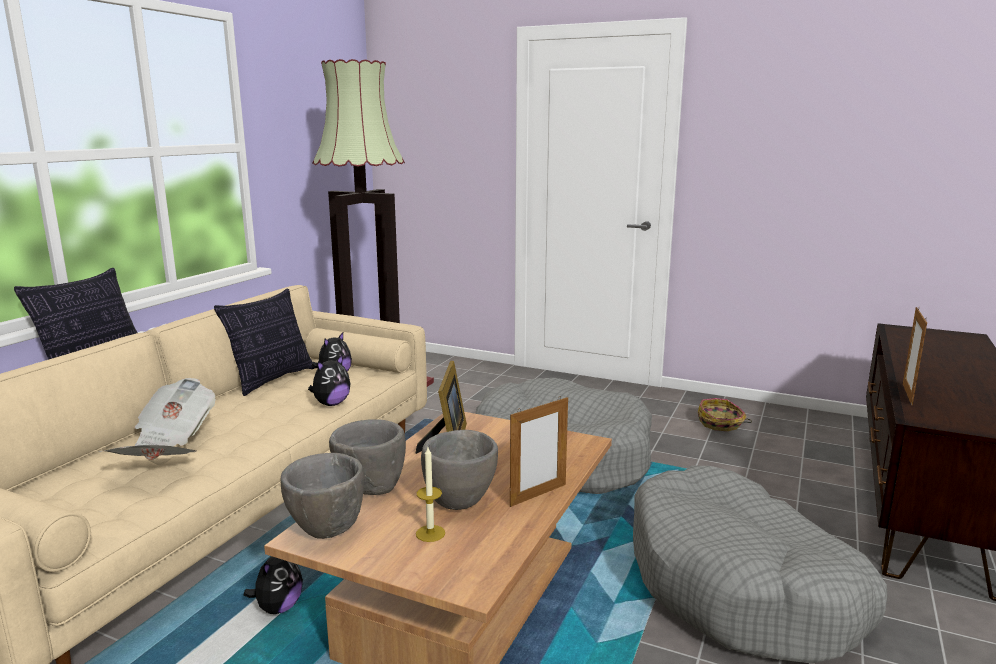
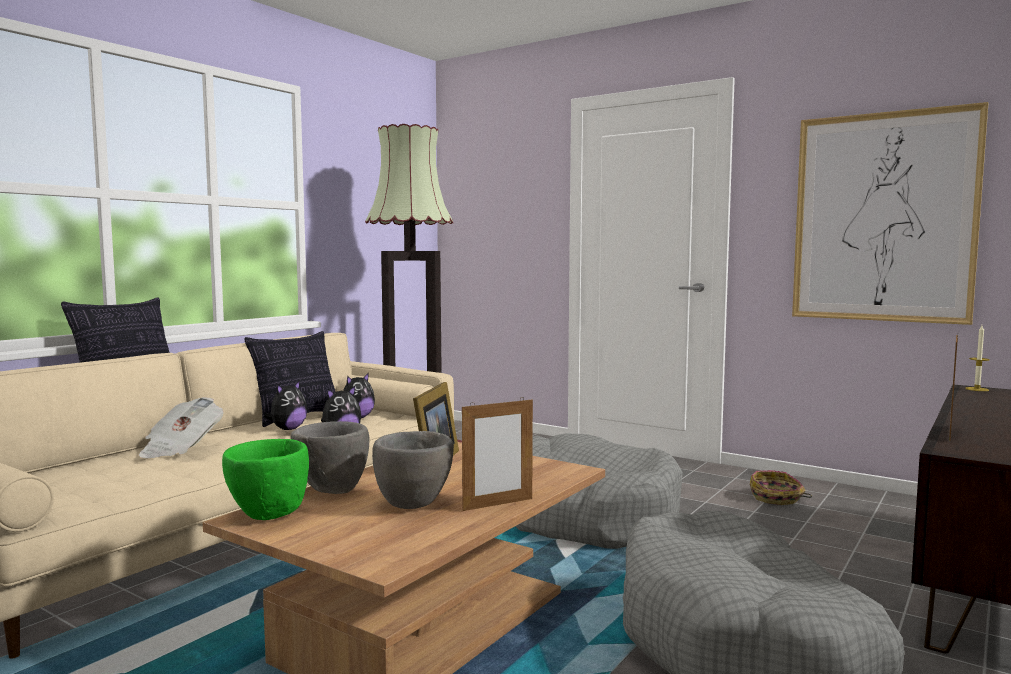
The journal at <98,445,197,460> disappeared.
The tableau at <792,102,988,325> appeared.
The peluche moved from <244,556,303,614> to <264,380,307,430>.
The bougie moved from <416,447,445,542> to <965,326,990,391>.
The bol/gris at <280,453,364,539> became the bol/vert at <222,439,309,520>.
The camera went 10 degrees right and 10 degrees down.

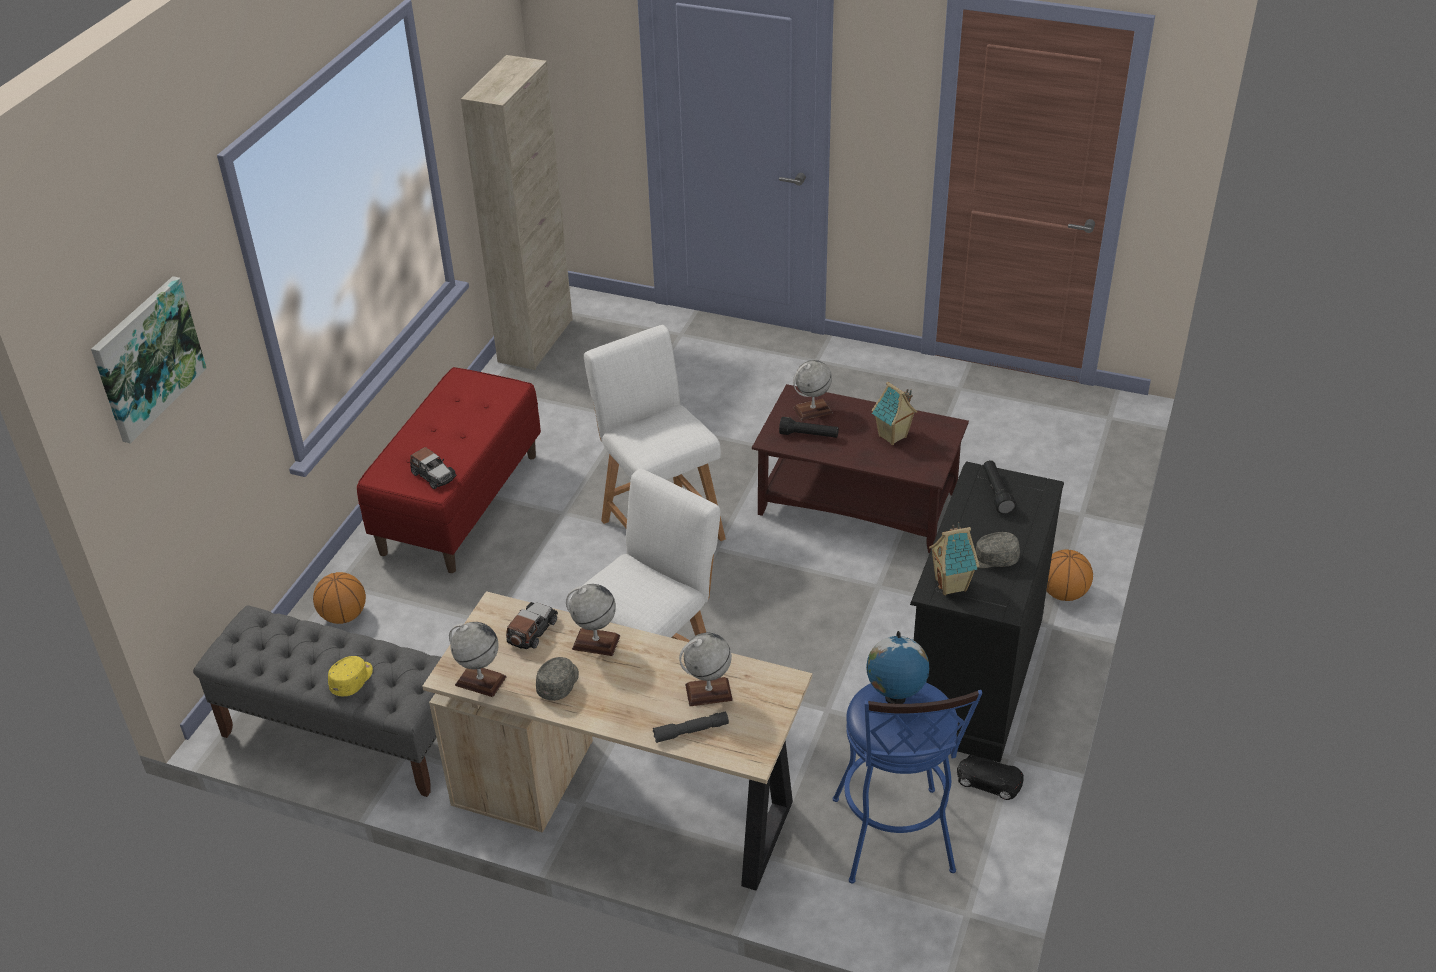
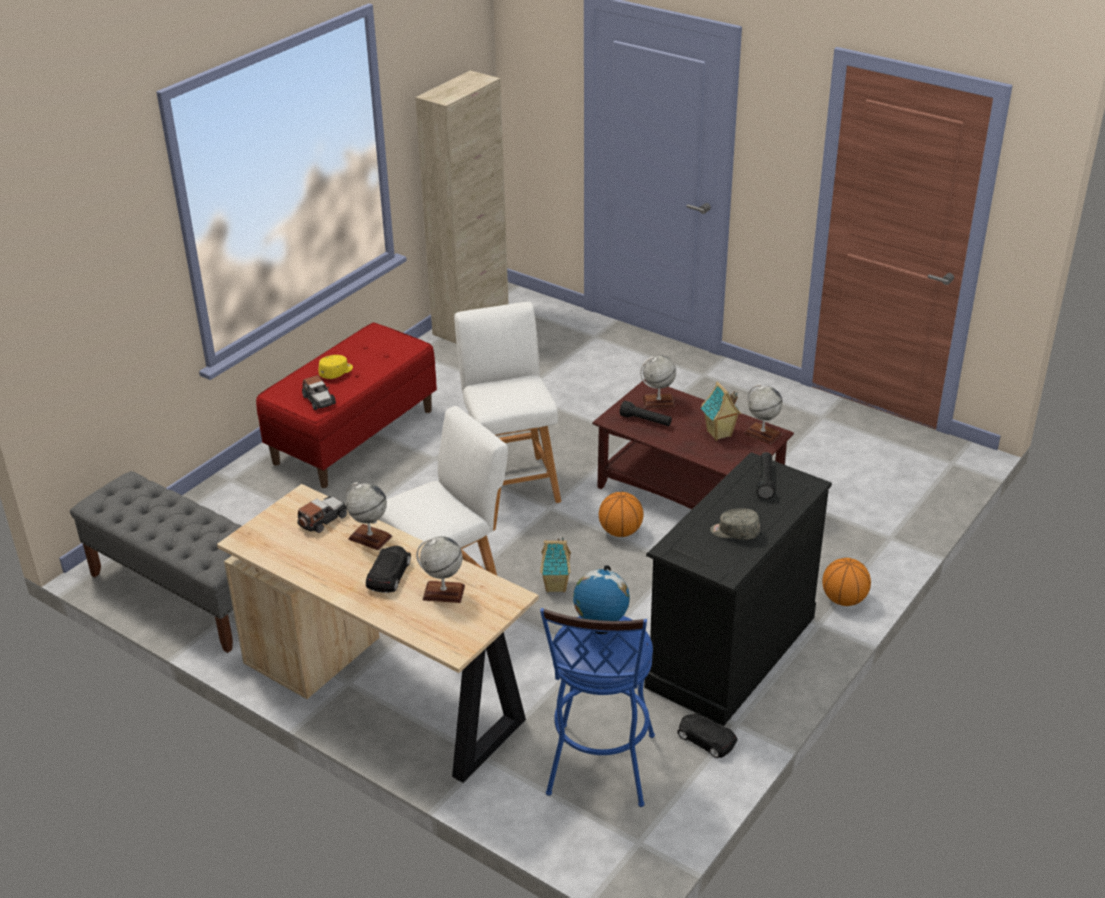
The tableau at <91,276,207,444> disappeared.
The casquette/gris at <536,657,579,701> disappeared.
The lampe de poche/gris at <653,711,729,743> disappeared.
The petite voiture/noir at <366,546,411,593> appeared.
The ballon de basket moved from <313,572,366,624> to <599,492,644,537>.
The casquette/jaune moved from <328,656,373,696> to <318,355,353,379>.
The globe moved from <449,622,507,697> to <744,384,783,444>.
The maison miniature moved from <929,522,980,595> to <540,537,571,592>.
The camera went 15 degrees right and 5 degrees down.

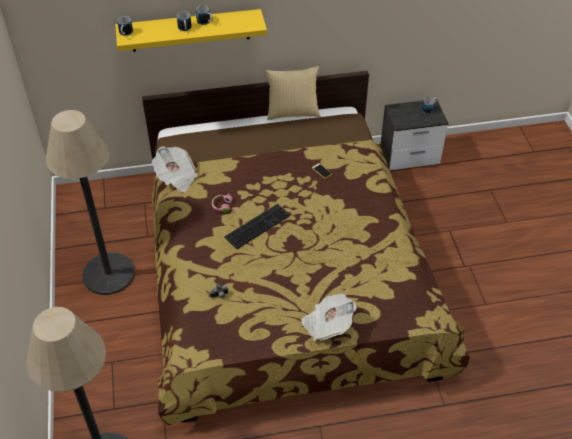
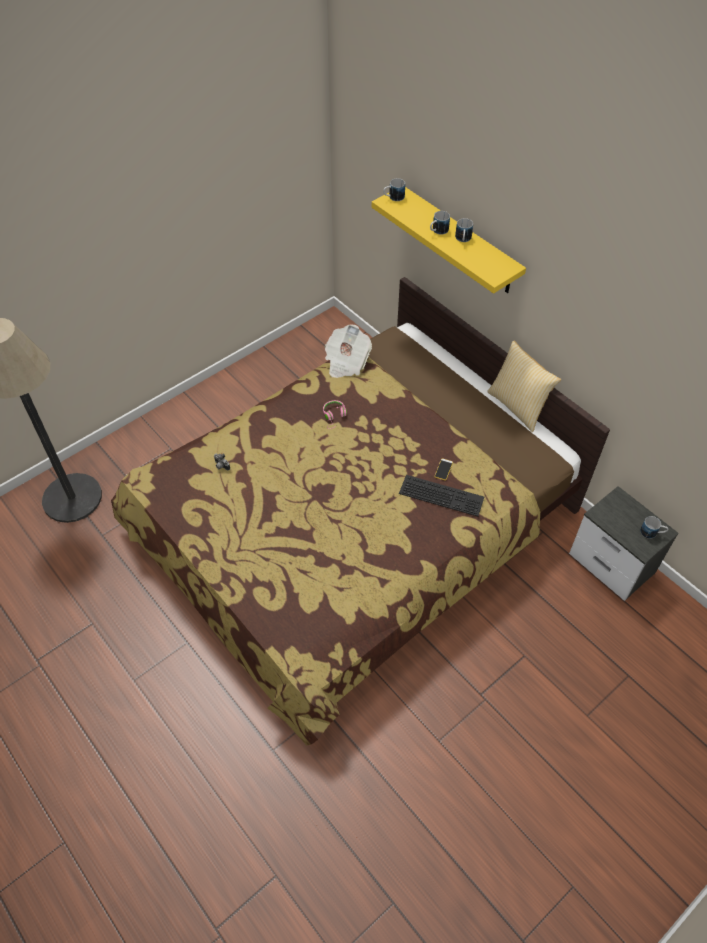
The lampadaire at <46,110,135,295> disappeared.
The journal at <301,293,357,341> disappeared.
The clavier moved from <224,204,291,249> to <399,475,484,517>.
The camera went 60 degrees right and 5 degrees up.

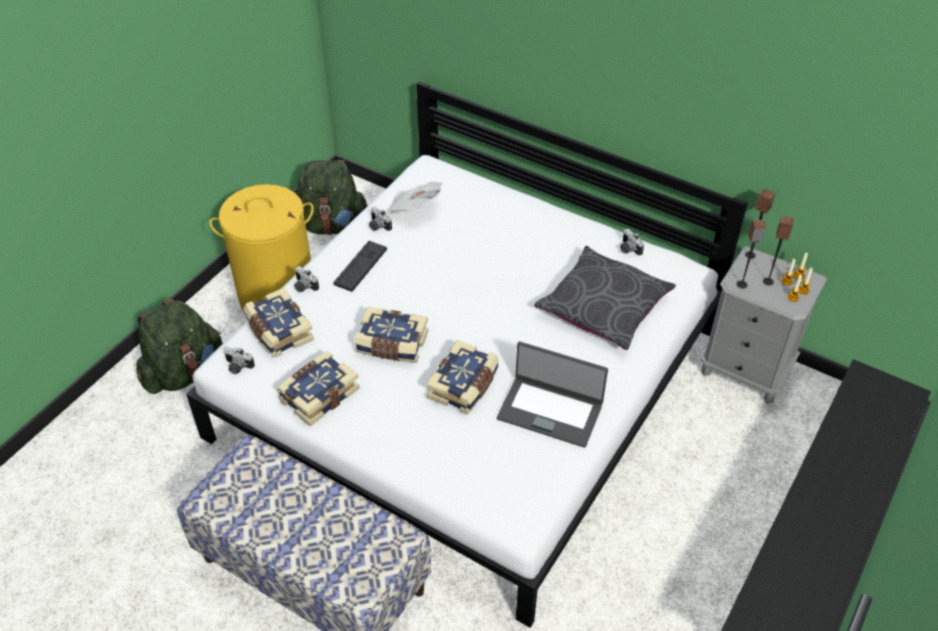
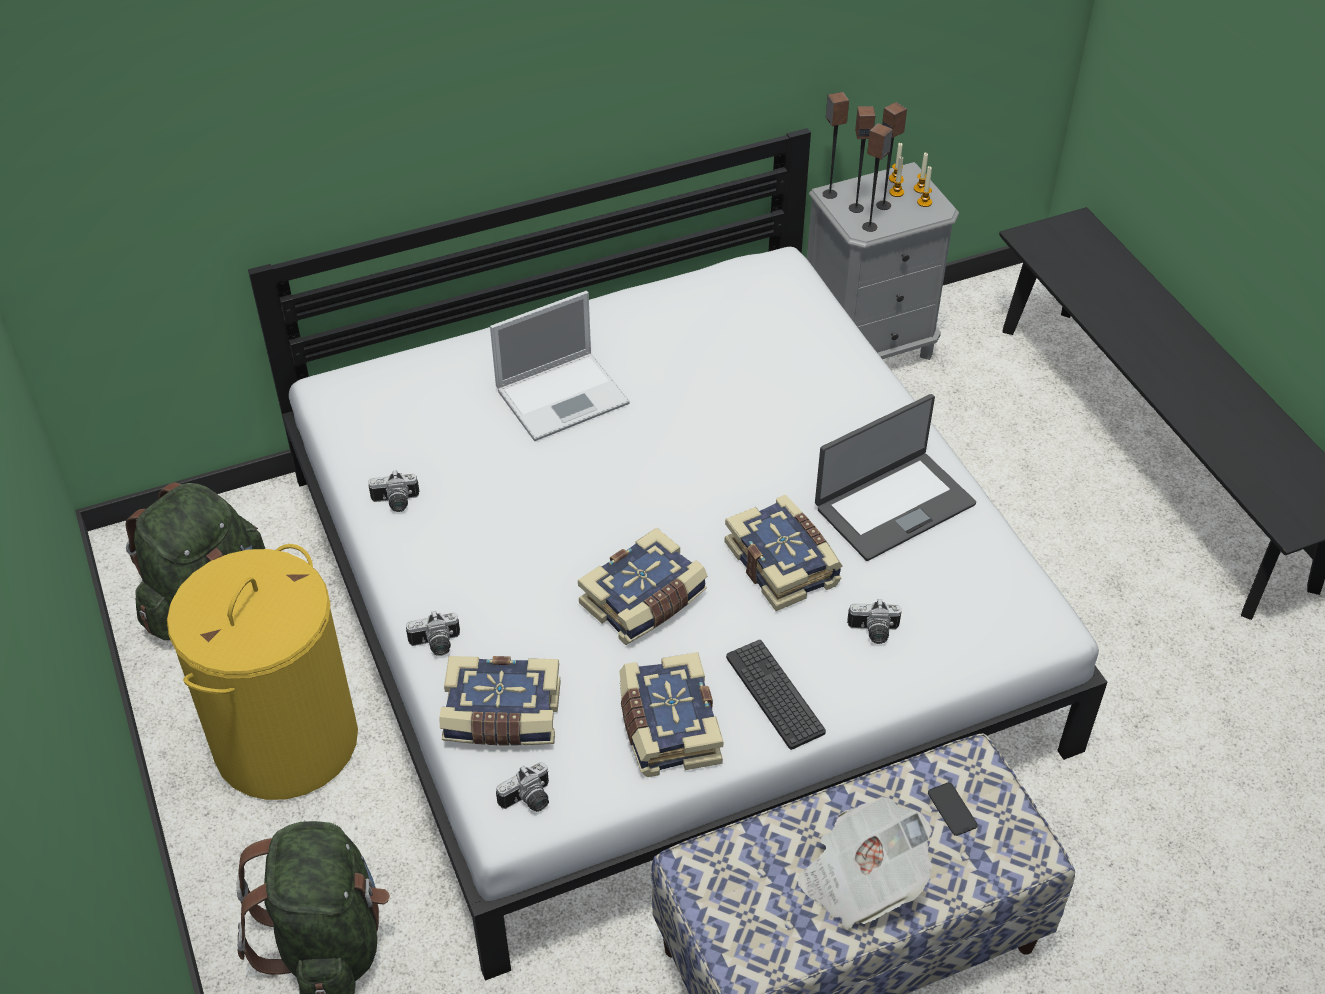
The coussin/gris at <534,246,676,350> disappeared.
The ordinateur portable at <490,291,630,441> appeared.
The enceinte at <849,106,875,213> appeared.
The téléphone at <928,782,978,836> appeared.
The clavier moved from <333,241,387,292> to <726,640,826,750>.
The journal moved from <387,182,443,212> to <798,797,932,929>.
The appareil photo moved from <620,229,644,256> to <847,599,902,644>.
The camera went 55 degrees left and 0 degrees up.

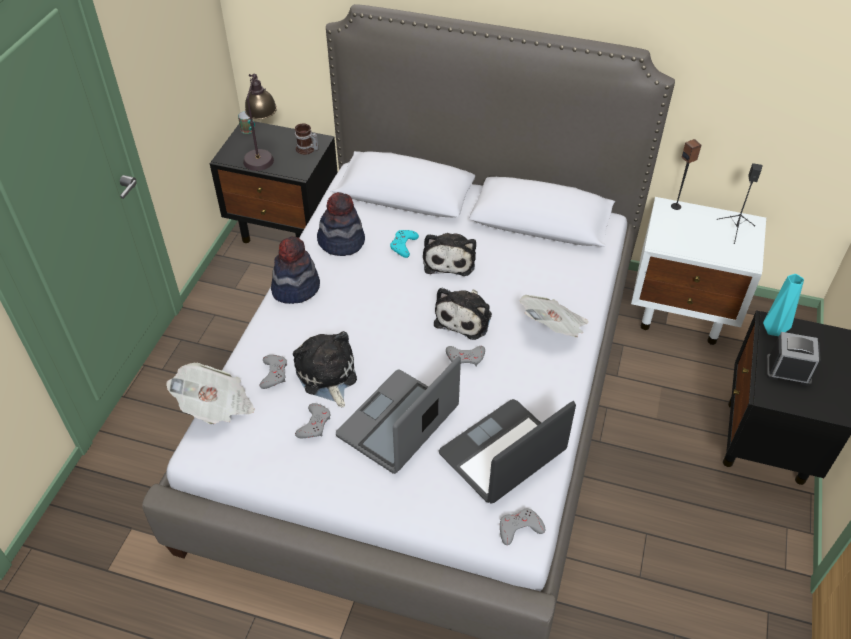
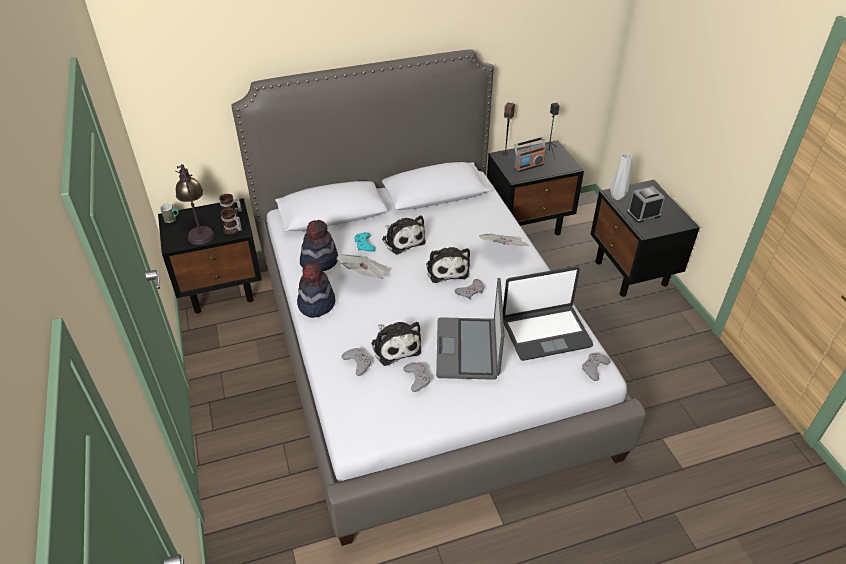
The mug at <221,208,242,234> appeared.
The radio at <514,137,546,172> appeared.
The journal moved from <166,362,255,425> to <337,254,392,279>.
The table de chevet/blanc at <631,197,766,345> became the table de chevet/noir at <487,140,584,235>.
The vase/turquoise at <763,274,804,336> became the vase/gris at <610,153,632,200>.
The peluche at <293,331,357,407> turned 150 degrees counterclockwise.
The ordinateur portable at <439,399,576,503> turned 120 degrees counterclockwise.
The camera went 35 degrees left and 5 degrees down.

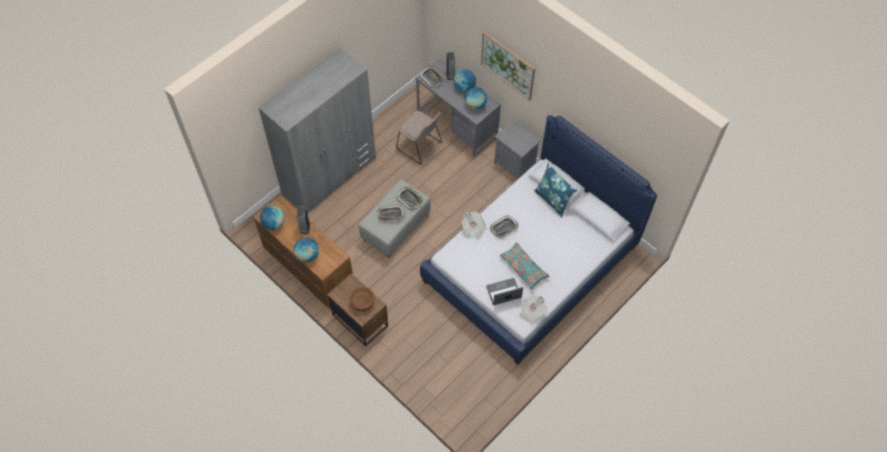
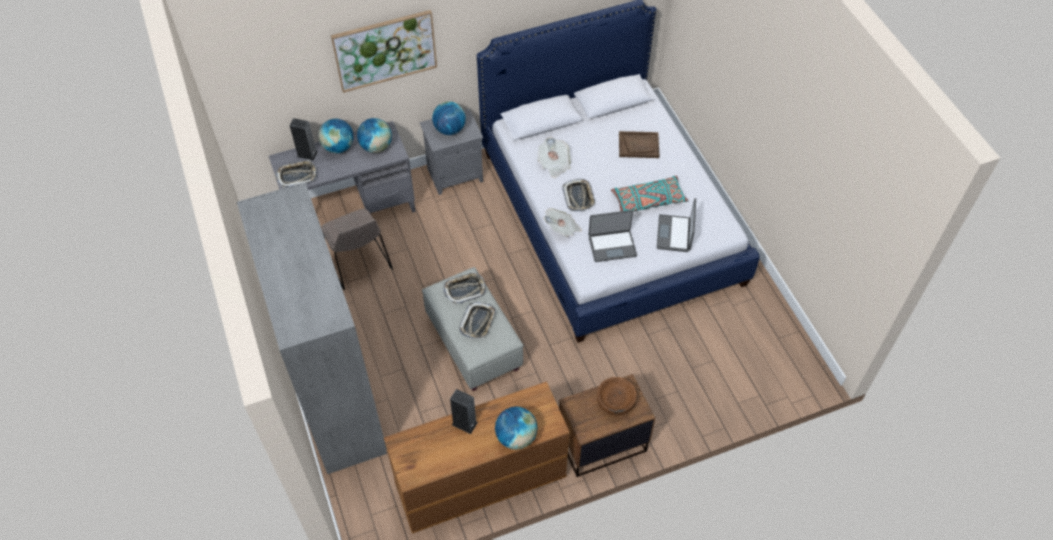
The coussin/bleu at <534,163,577,217> disappeared.
The ordinateur portable at <589,210,637,262> appeared.
The plateau/marron at <619,131,660,158> appeared.
The globe moved from <260,205,285,230> to <432,101,466,135>.
The journal moved from <519,295,547,324> to <537,137,571,178>.
The chaise/beige at <396,110,442,165> turned 90 degrees clockwise.
The camera went 65 degrees left and 5 degrees down.

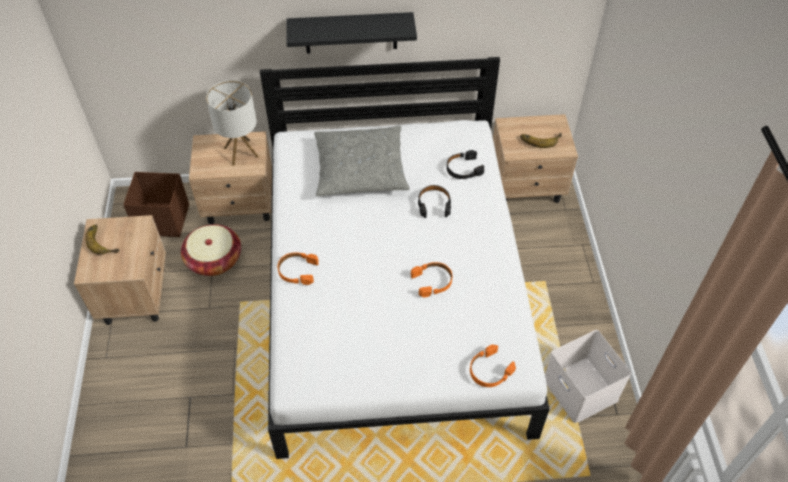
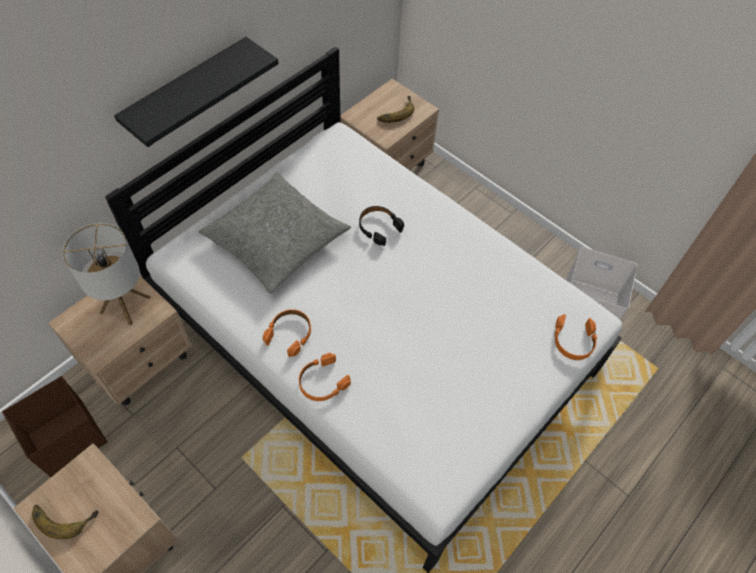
The panier at <181,224,241,276> disappeared.
The casque audio/noir at <447,150,484,179> disappeared.
The casque audio/orange moved from <411,262,452,297> to <262,309,311,357>.
The camera went 45 degrees left and 5 degrees up.

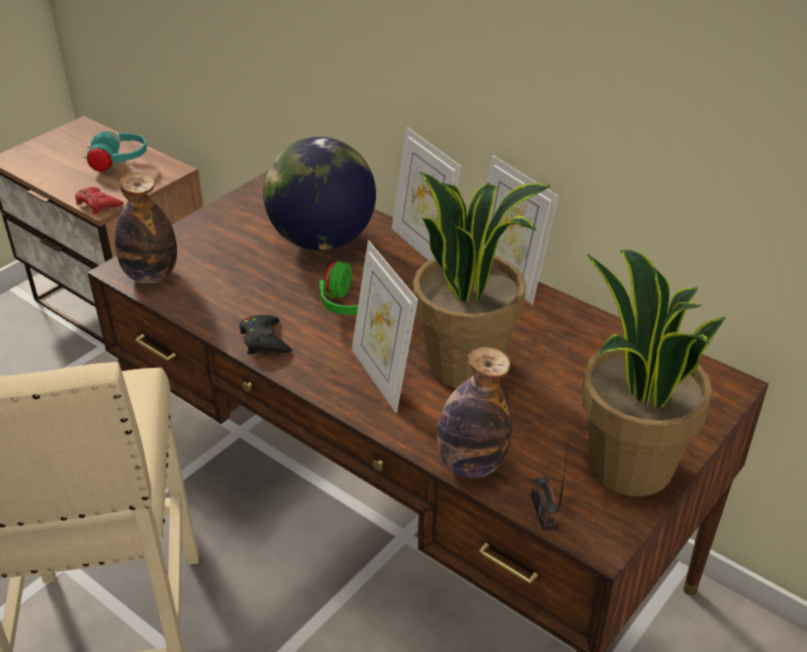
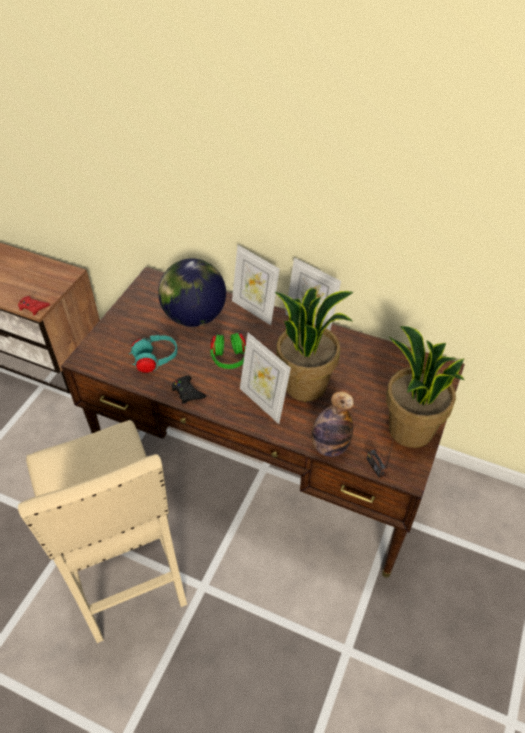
The bouteille at <115,172,177,284> disappeared.
The casque audio/turquoise moved from <84,131,147,172> to <129,335,177,373>.
The camera went 15 degrees left and 10 degrees up.

